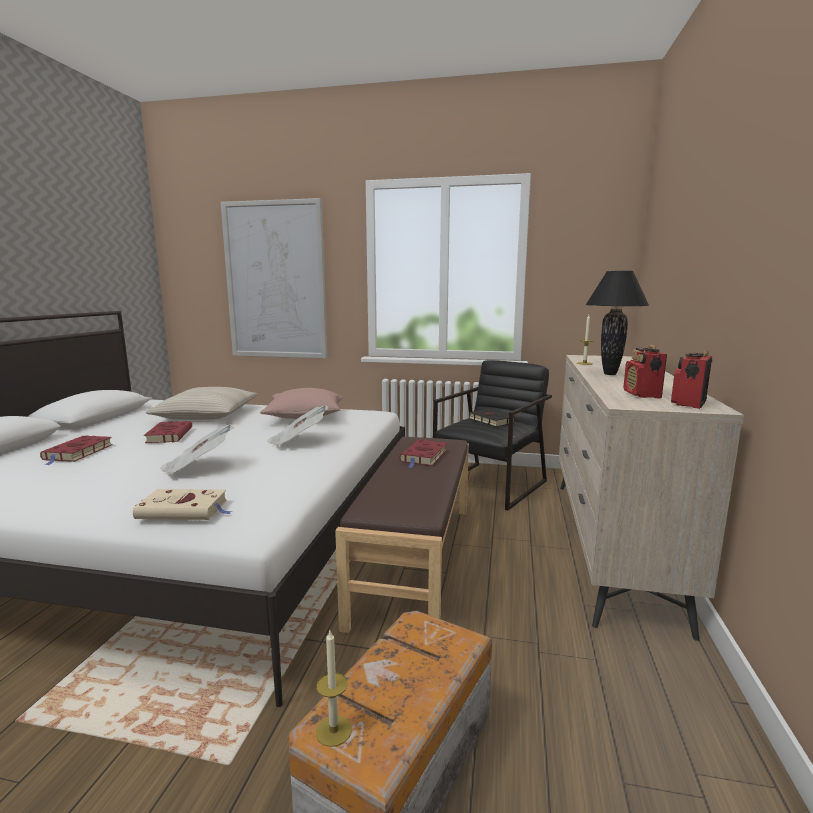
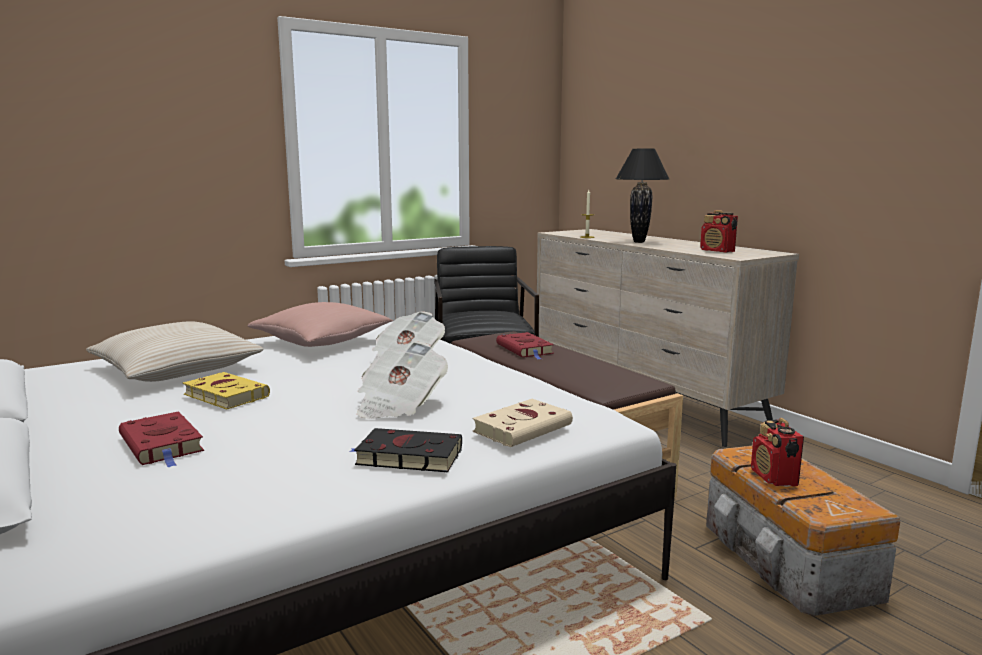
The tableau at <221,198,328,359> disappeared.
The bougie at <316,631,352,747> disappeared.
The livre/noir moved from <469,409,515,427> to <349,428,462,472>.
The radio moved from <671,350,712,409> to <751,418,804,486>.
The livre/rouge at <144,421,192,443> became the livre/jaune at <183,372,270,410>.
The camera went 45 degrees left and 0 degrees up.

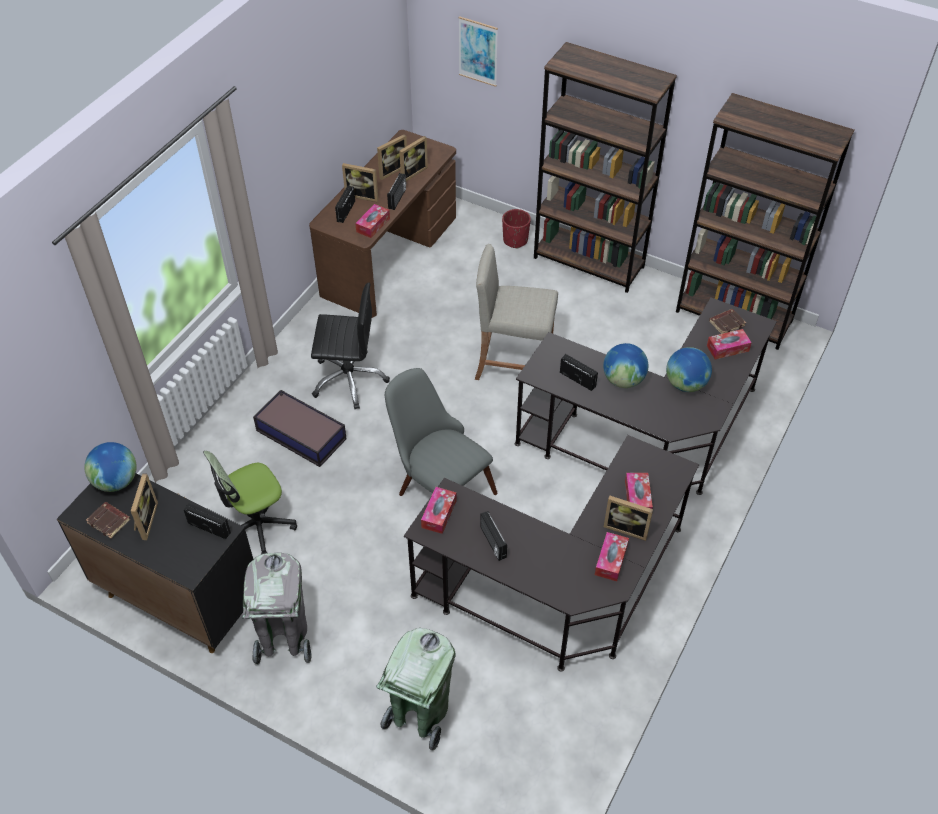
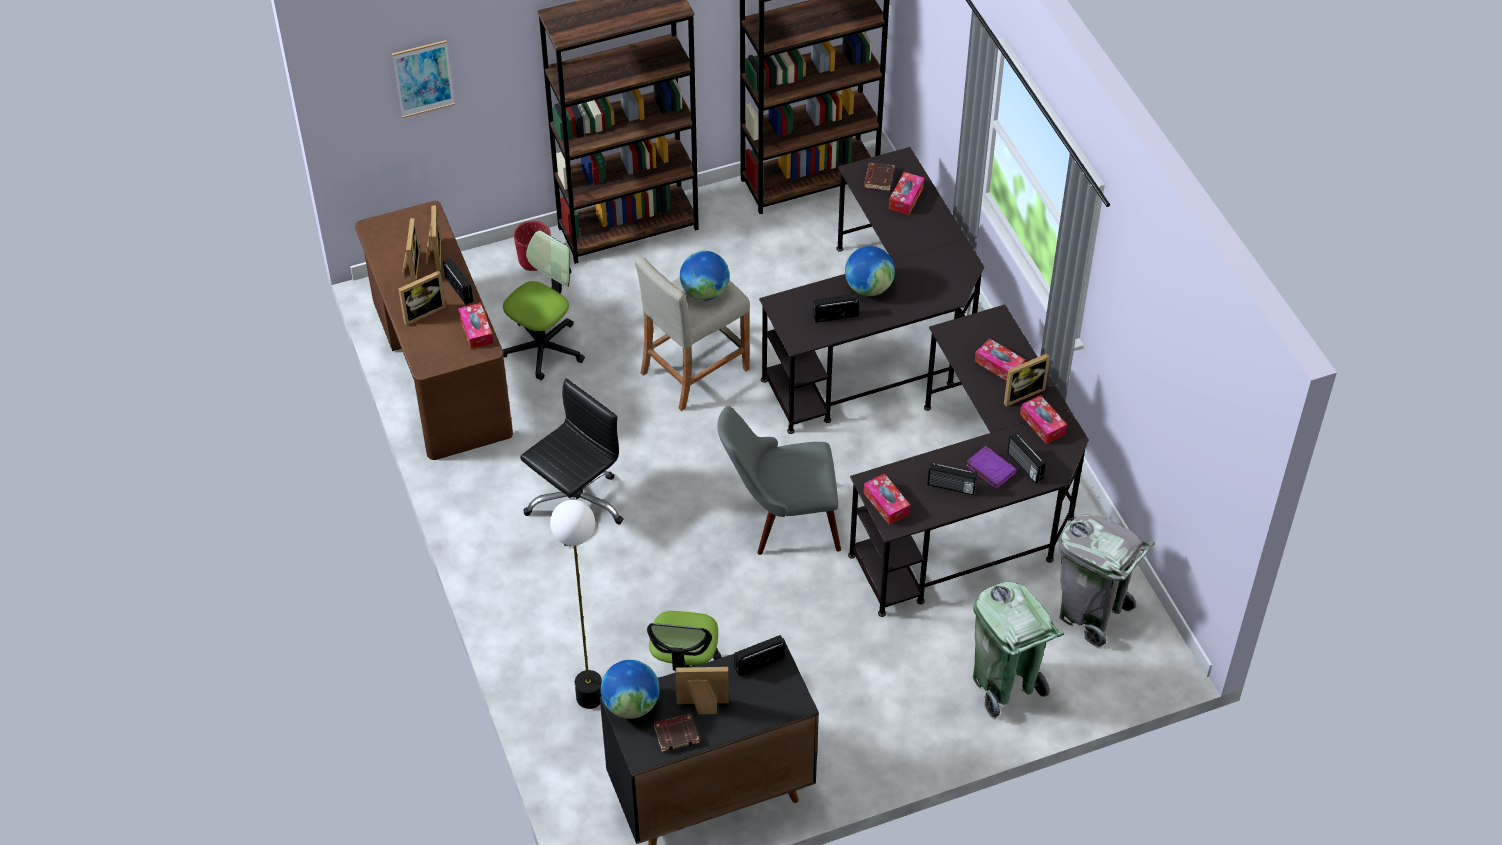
The boîte de rangement at <253,390,347,467> disappeared.
The chaise de bureau at <503,230,585,380> appeared.
The lampadaire at <550,500,602,709> appeared.
The livre/violet at <966,446,1017,489> appeared.
The poubelle/gris moved from <242,553,312,665> to <1058,514,1155,648>.
The radio moved from <335,186,355,223> to <1007,433,1046,483>.
The globe moved from <666,347,712,392> to <680,251,729,301>.
The cadre photo at <131,473,158,540> turned 45 degrees counterclockwise.
The camera went 50 degrees left and 0 degrees up.

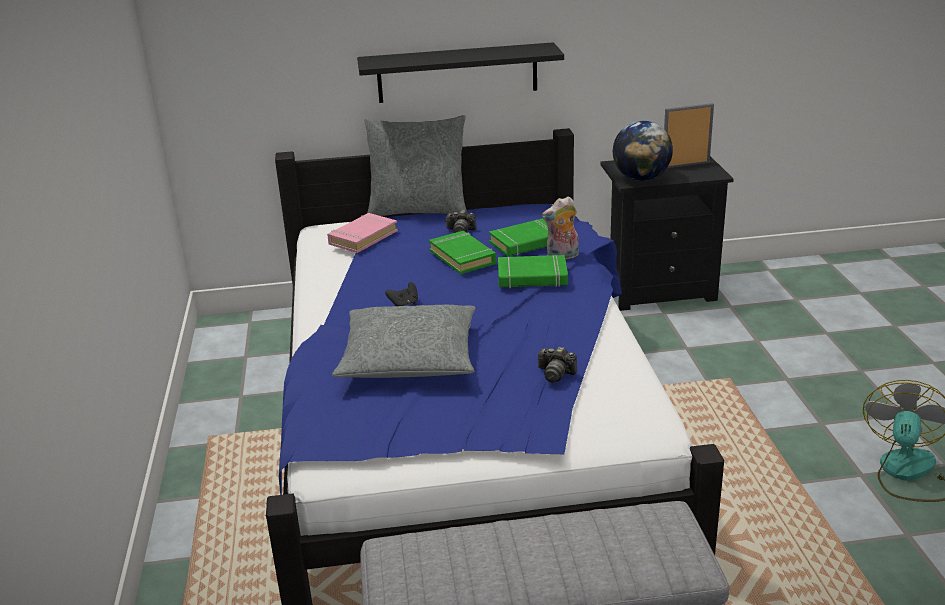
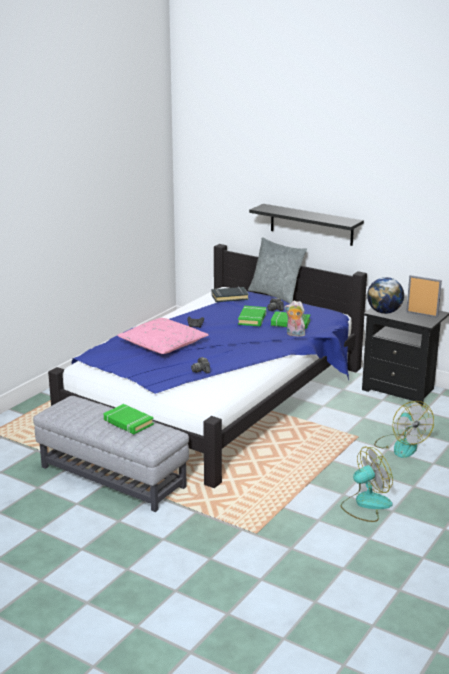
The ventilateur at <374,401,434,458> appeared.
The livre/vert moved from <498,255,568,288> to <104,404,154,434>.
The livre/rose at <327,213,398,253> became the livre/noir at <212,287,249,302>.
The coussin/gris at <332,305,475,378> became the coussin/rose at <117,318,209,354>.
The camera went 40 degrees right and 5 degrees down.

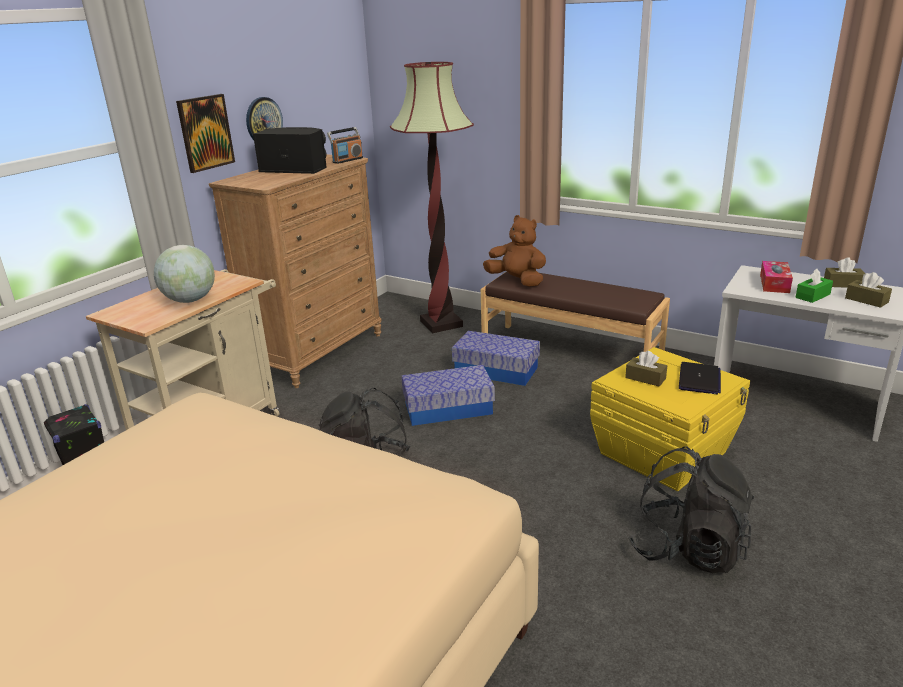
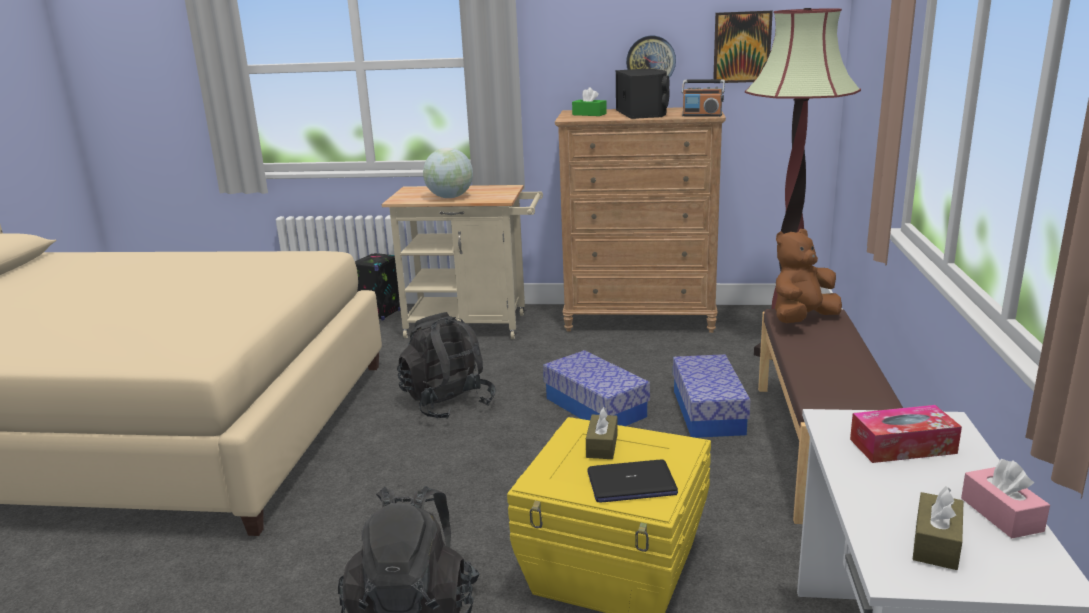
The tableau moved from <176,94,235,173> to <713,11,773,83>.
The boîte à mouchoirs/vert moved from <796,269,833,303> to <572,87,607,116>.
The boîte à mouchoirs/marron at <824,257,865,288> became the boîte à mouchoirs/rose at <961,459,1050,539>.
The peluche/marron at <483,215,546,287> turned 135 degrees counterclockwise.
The camera went 65 degrees right and 5 degrees down.

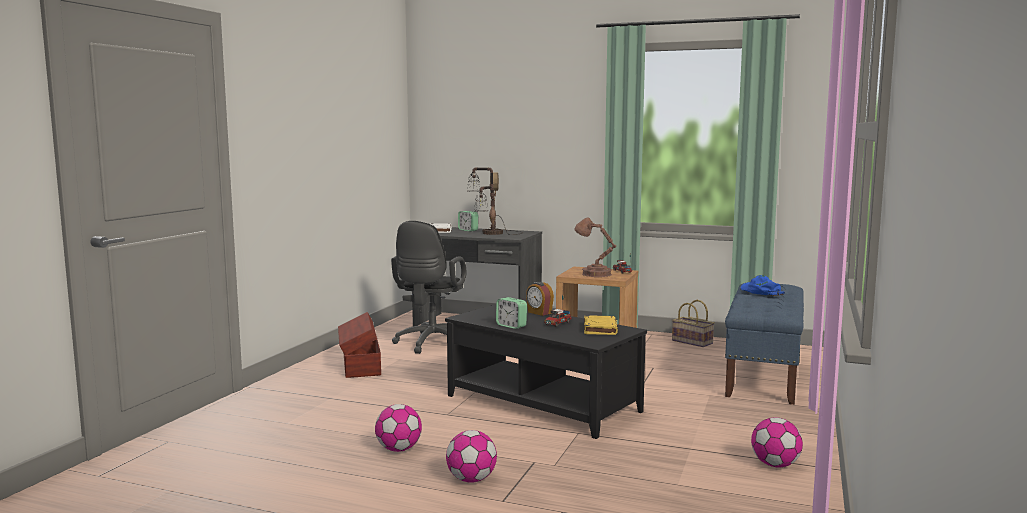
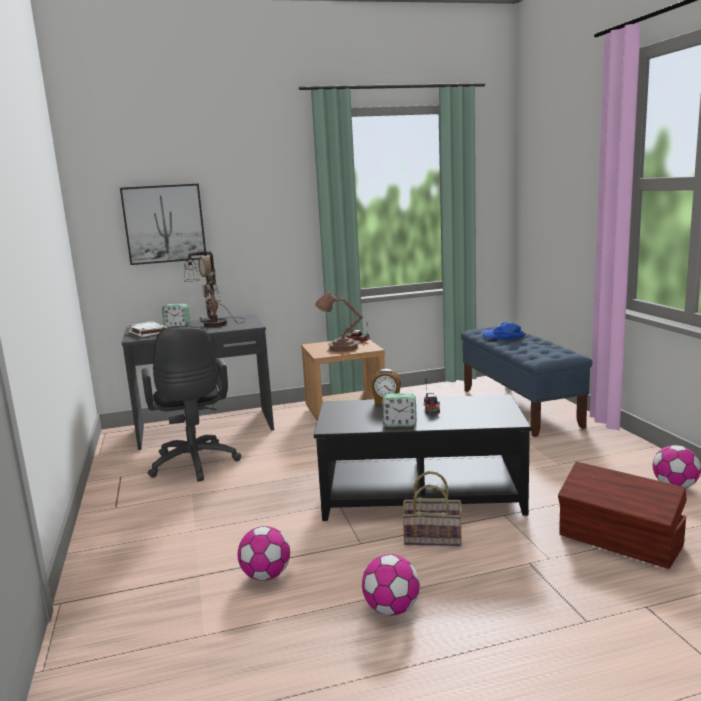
The livre/jaune at <584,315,618,335> disappeared.
The tableau at <120,184,207,265> appeared.
The boîte de rangement/marron moved from <338,312,381,378> to <558,462,687,569>.
The ballon de foot moved from <446,430,497,483> to <238,526,290,581>.
The panier moved from <672,300,714,347> to <402,471,462,546>.
The camera went 35 degrees left and 5 degrees up.

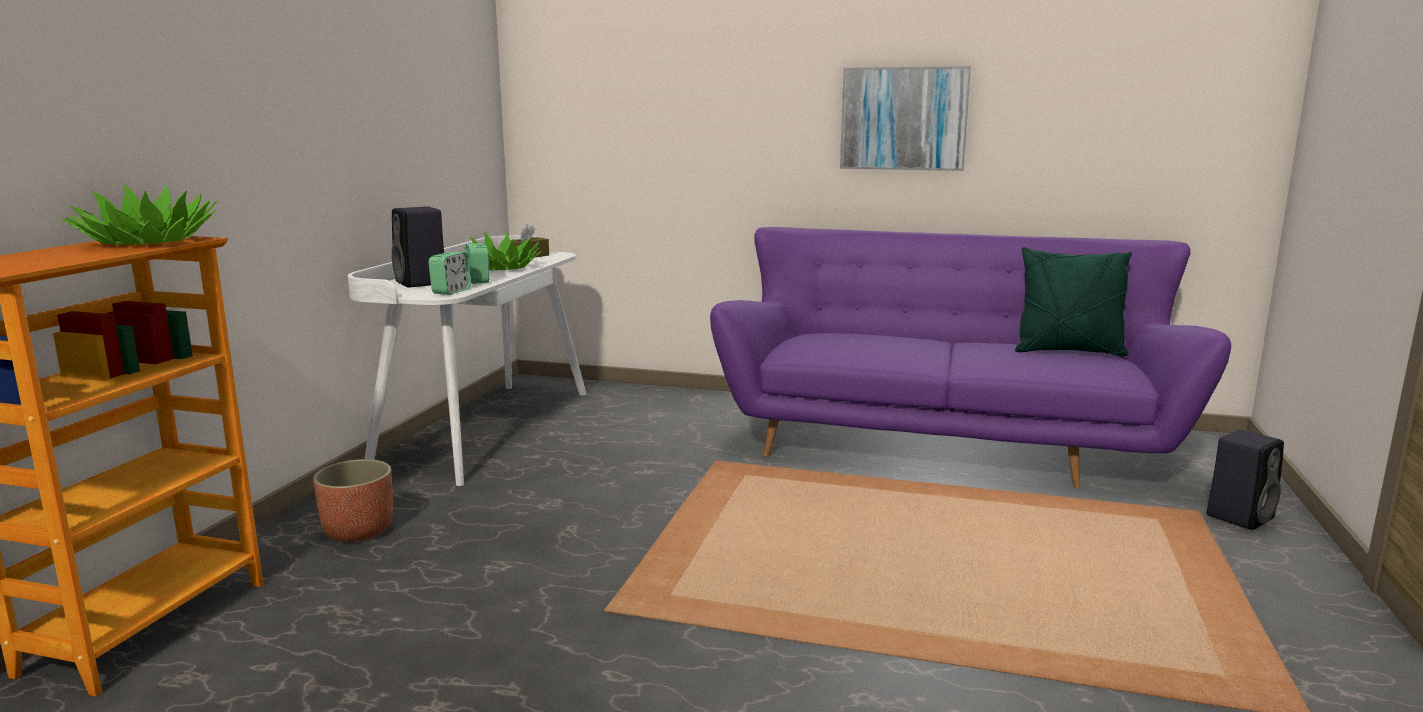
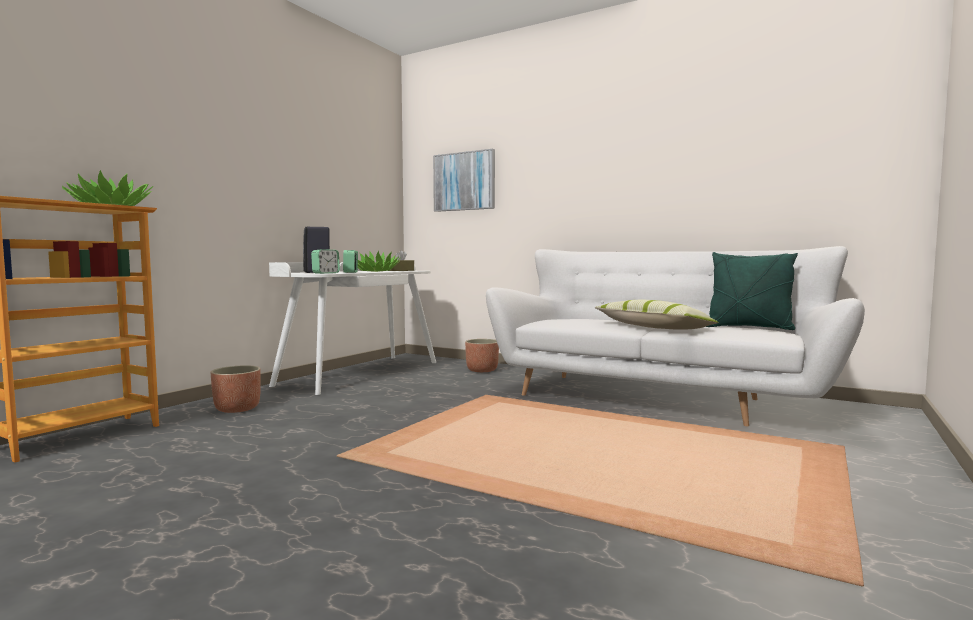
The enceinte/noir at <1207,429,1284,530> disappeared.
The cache-pot at <465,339,499,372> appeared.
The coussin at <595,300,719,330> appeared.
The tableau moved from <840,66,971,171> to <433,149,495,212>.
The canapé/violet at <710,227,1231,488> became the canapé/blanc at <486,246,865,427>.
The camera went 15 degrees right and 10 degrees down.

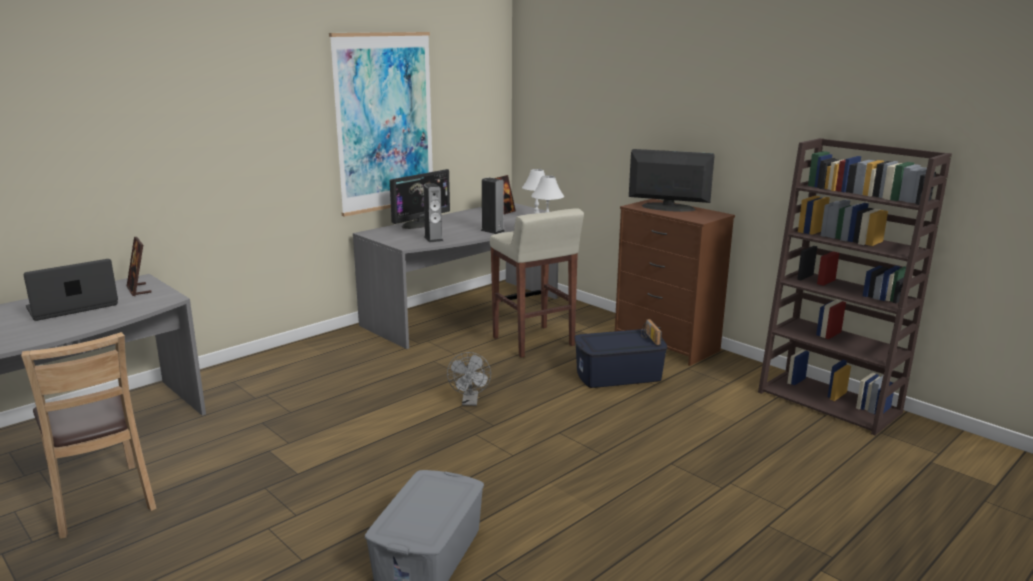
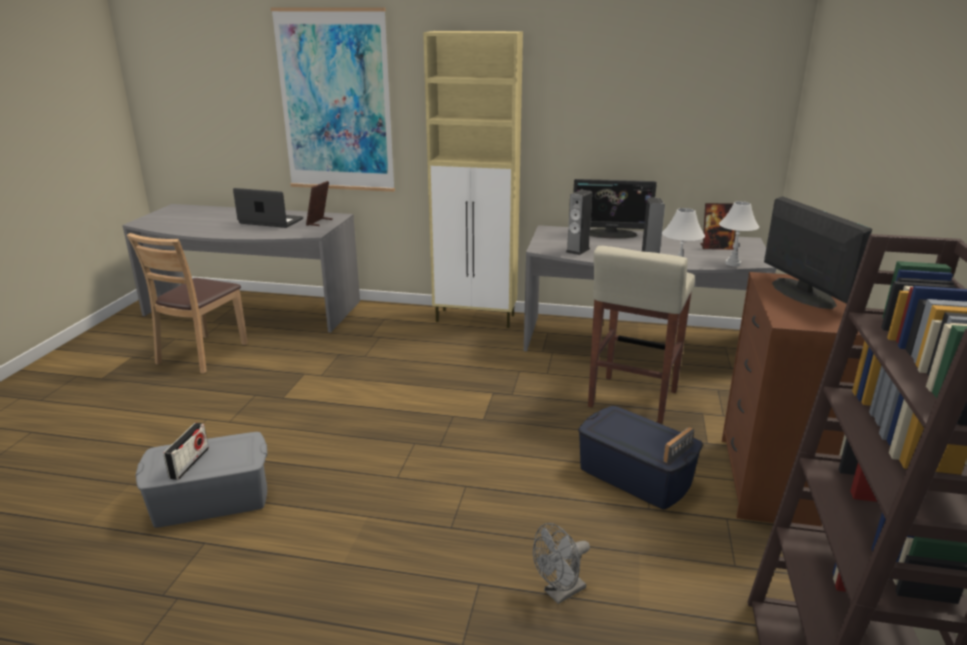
The radio at <163,423,209,480> appeared.
The meuble de rangement/beige at <423,31,523,328> appeared.
The tableau moved from <329,32,433,217> to <270,7,395,192>.
The ventilateur/gris moved from <447,352,491,406> to <533,523,590,604>.
The camera went 55 degrees right and 5 degrees up.

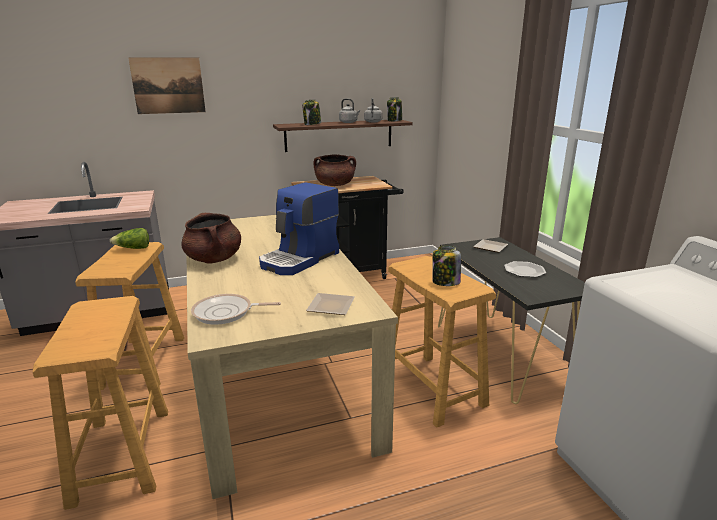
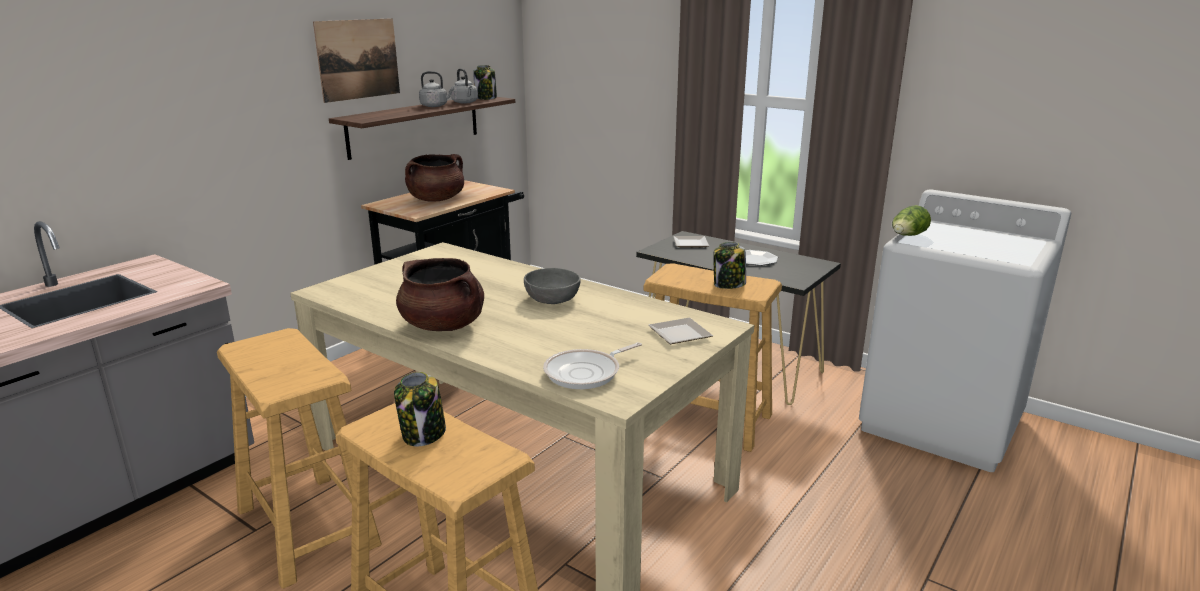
The laitue moved from <110,228,149,249> to <892,205,931,236>.
The tableau moved from <128,57,206,114> to <313,18,400,103>.
The bocal moved from <302,99,321,125> to <394,372,446,446>.
The machine à café at <259,182,339,275> was replaced by the bol/gris at <524,268,581,304>.
The camera went 35 degrees left and 0 degrees up.

